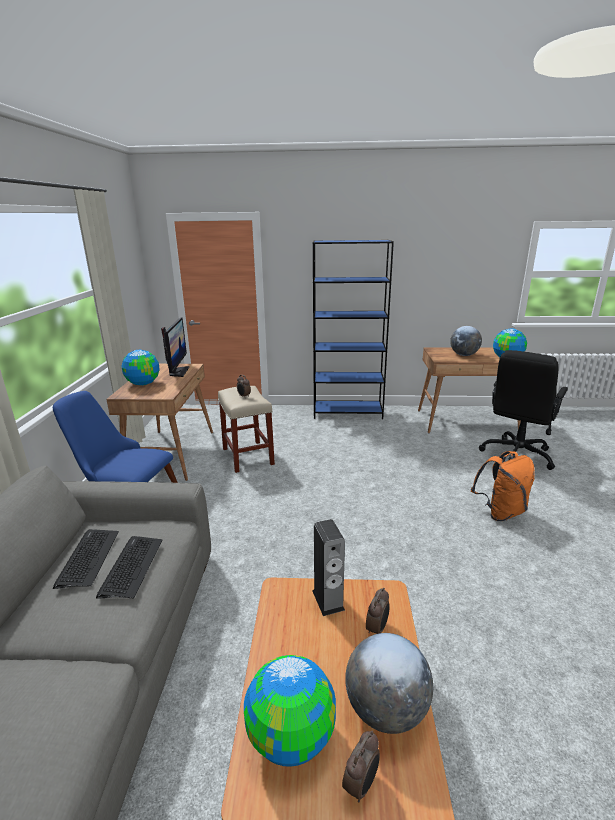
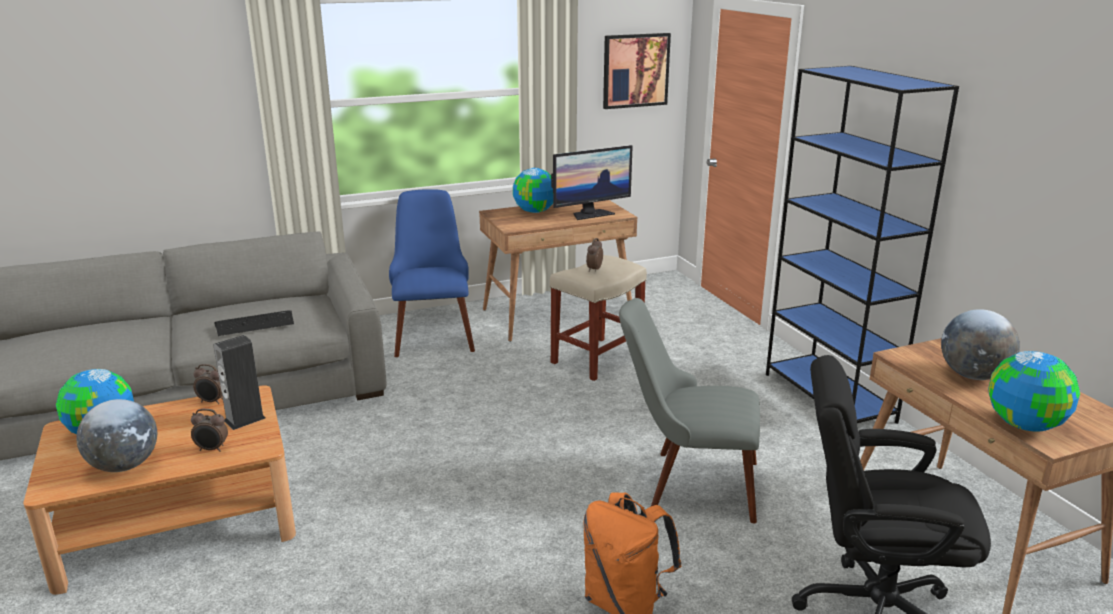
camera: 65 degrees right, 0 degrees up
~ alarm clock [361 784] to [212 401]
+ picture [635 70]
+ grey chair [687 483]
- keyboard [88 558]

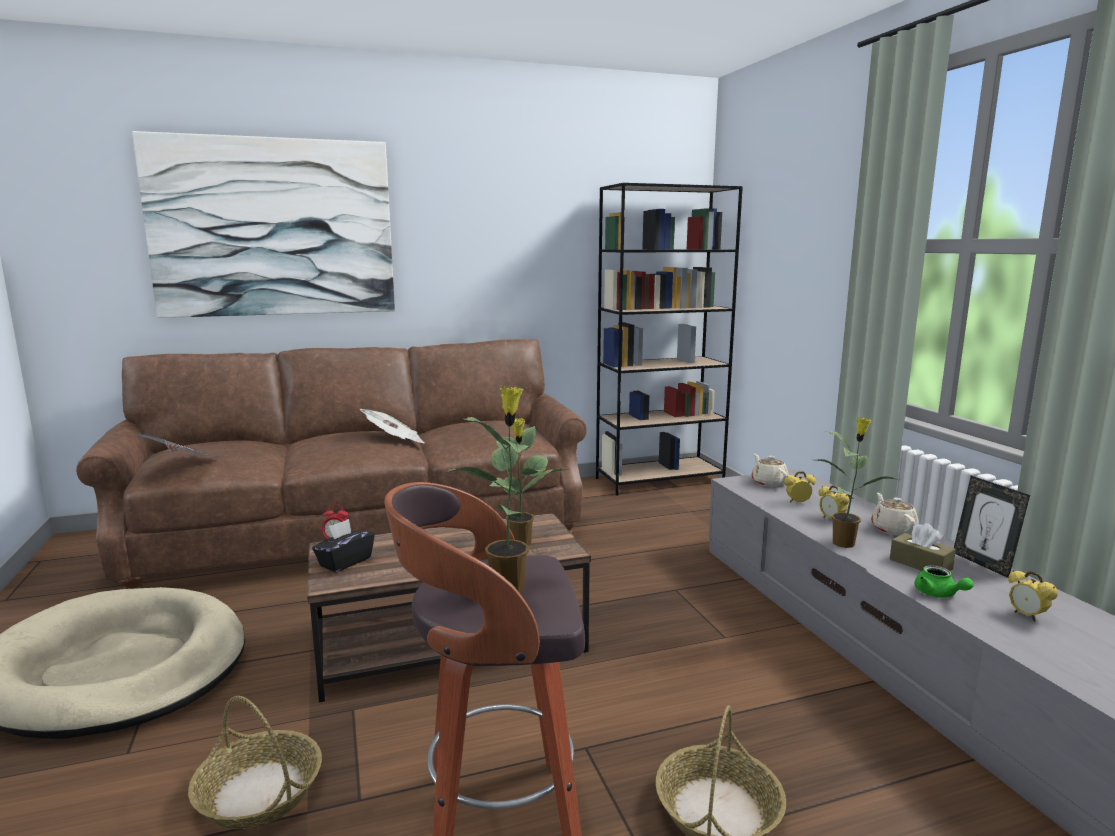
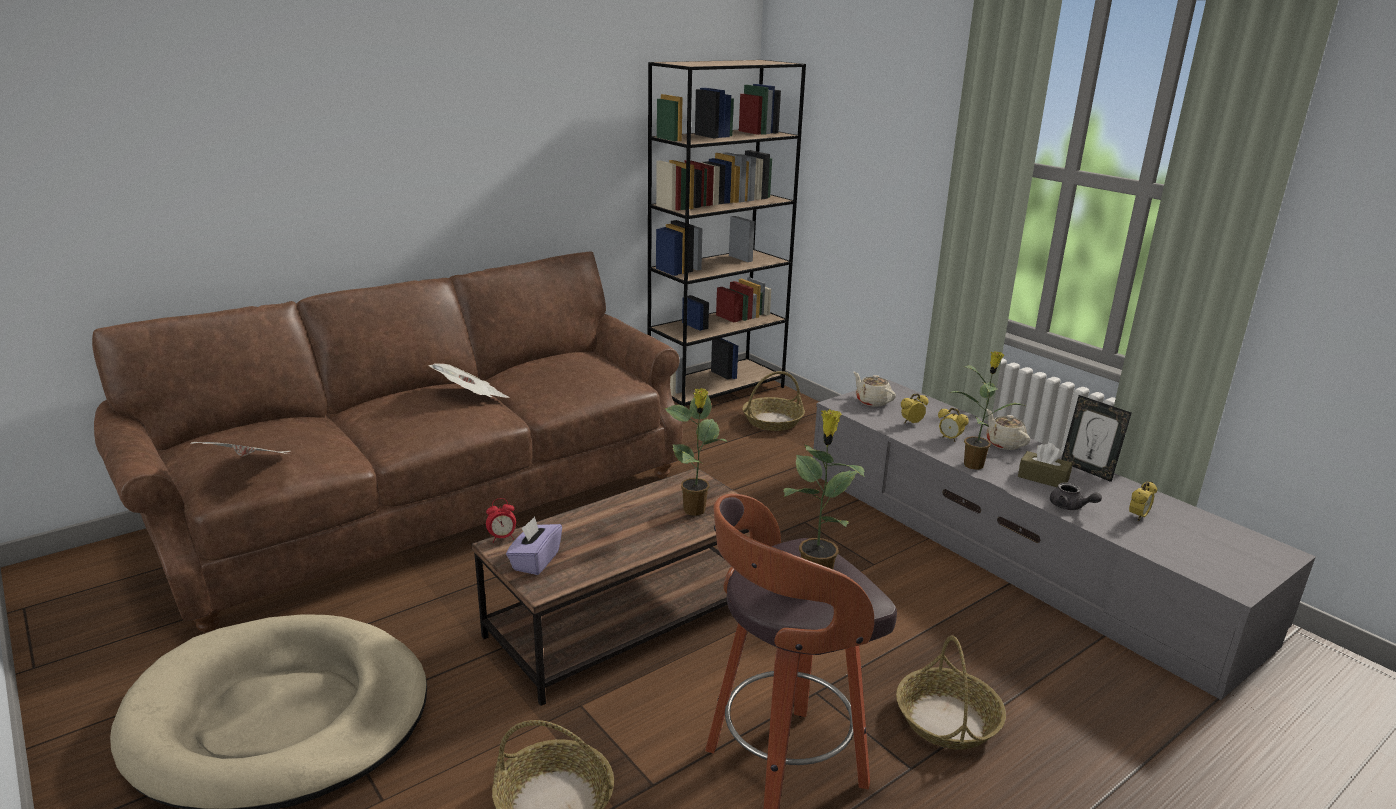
camera: 20 degrees left, 10 degrees up
~ black tissue box [345 562] to purple tissue box [535 561]
+ basket [773 421]
~ green teapot [939 594] to grey teapot [1070 507]
~ alarm clock [1026 616] = [1138 517] 90 degrees counterclockwise
- picture [274 228]

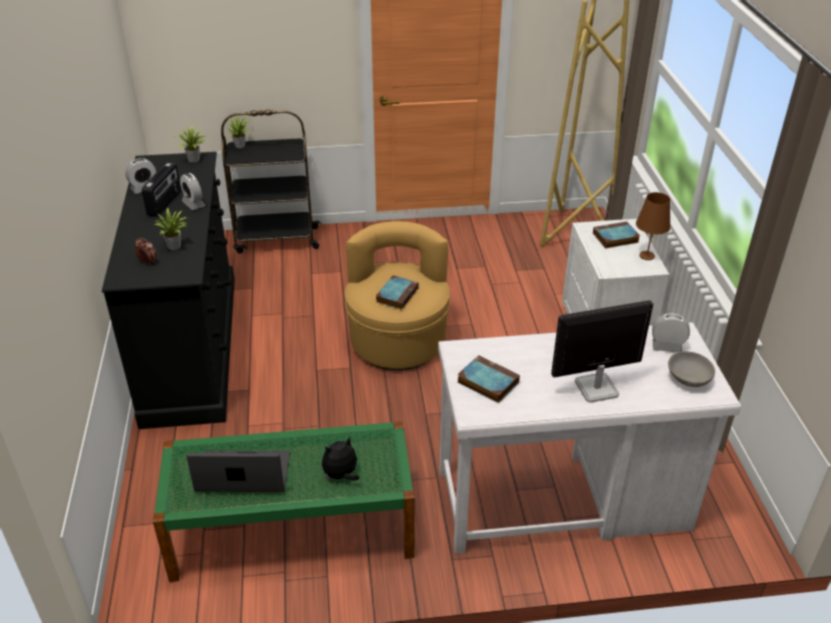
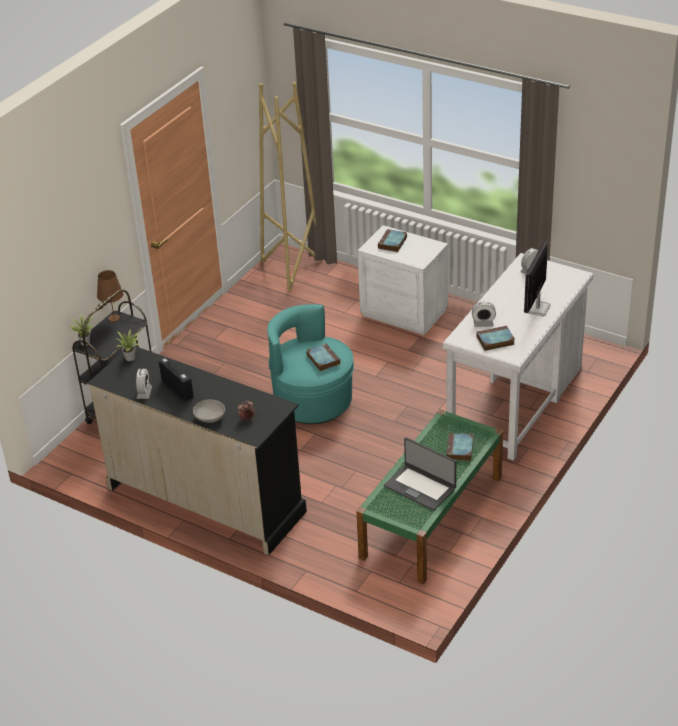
camera: 50 degrees left, 0 degrees up
~ brown table lamp [646 256] to [114 318]
~ grey bowl [689 378] to [210 418]
~ beige armchair [398 342] to turquoise armchair [313 401]
~ laptop [243 474] = [420 487] 90 degrees counterclockwise
~ plush toy [341 475] to book [460 450]
~ alarm clock [193 204] to [483 324]
- potted plant [176 246]

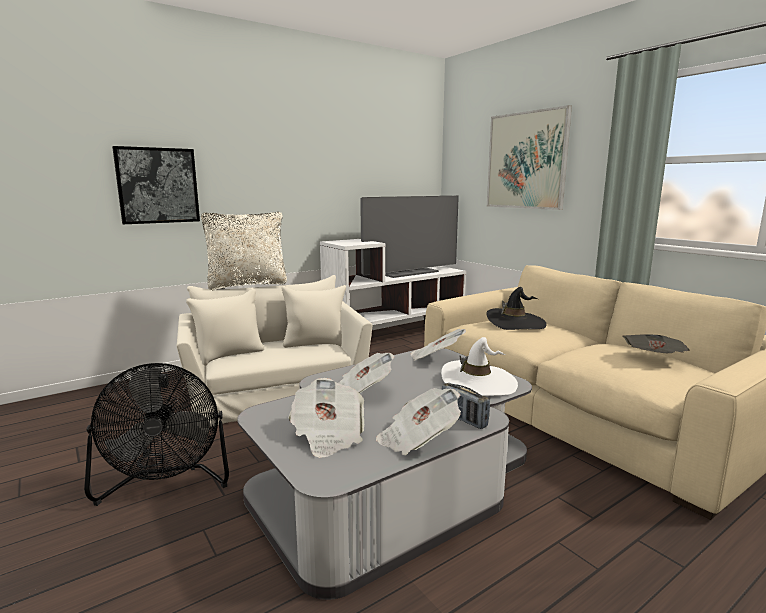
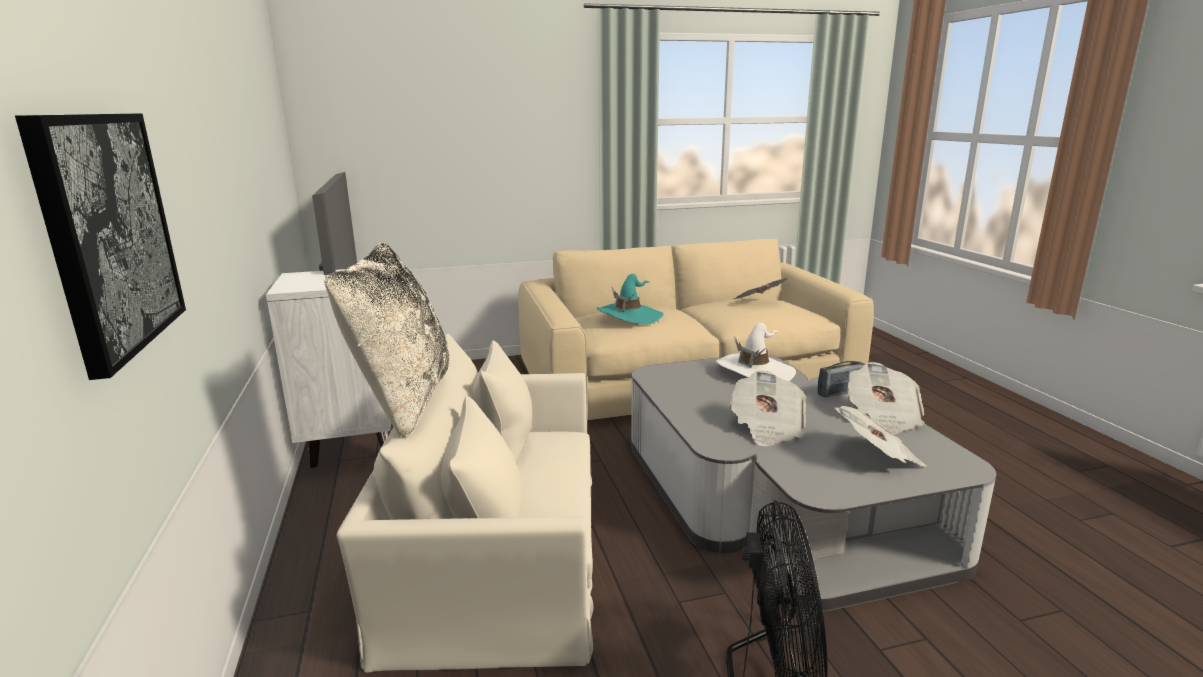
camera: 70 degrees left, 5 degrees up
~ black hat [515 323] to turquoise hat [630 316]
- newspaper [435 358]
- picture [526 161]

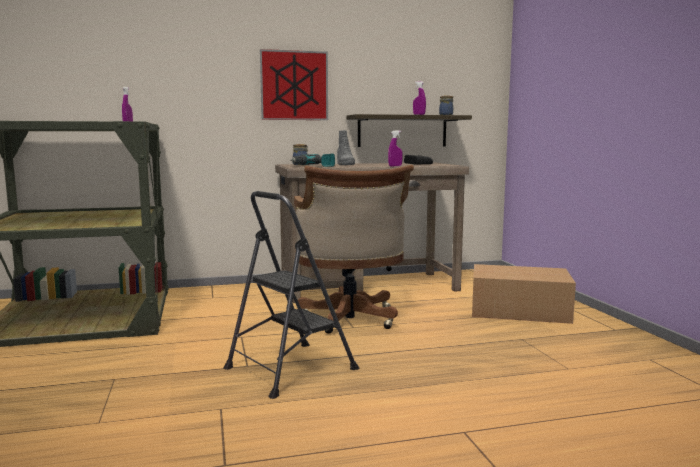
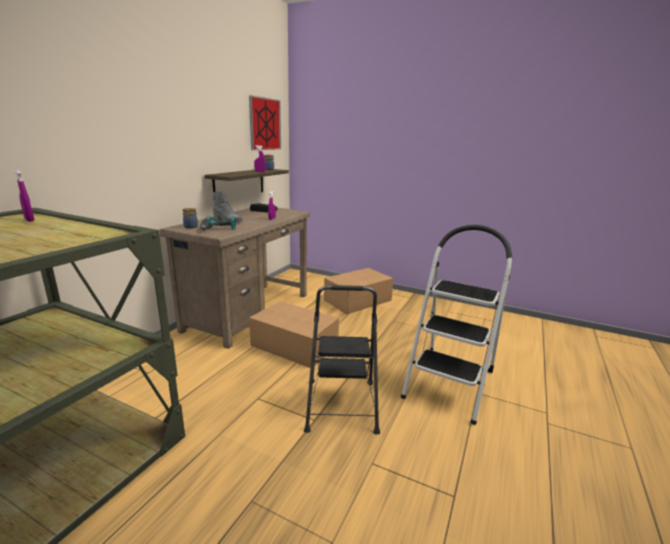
camera: 50 degrees left, 10 degrees up
~ picture [294 85] to [265 124]
~ office chair [351 320] to cardboard box [295 346]
+ step ladder [451 383]

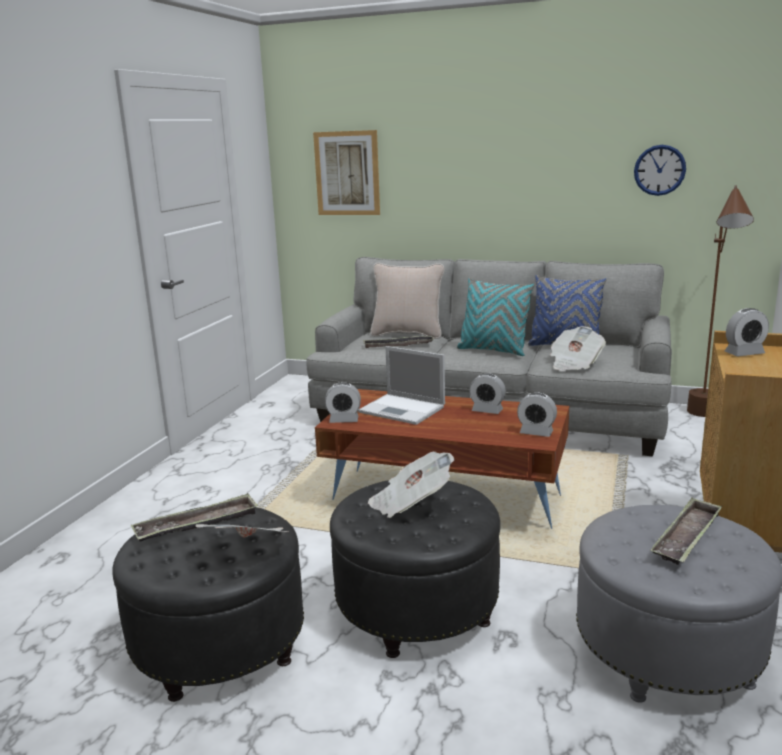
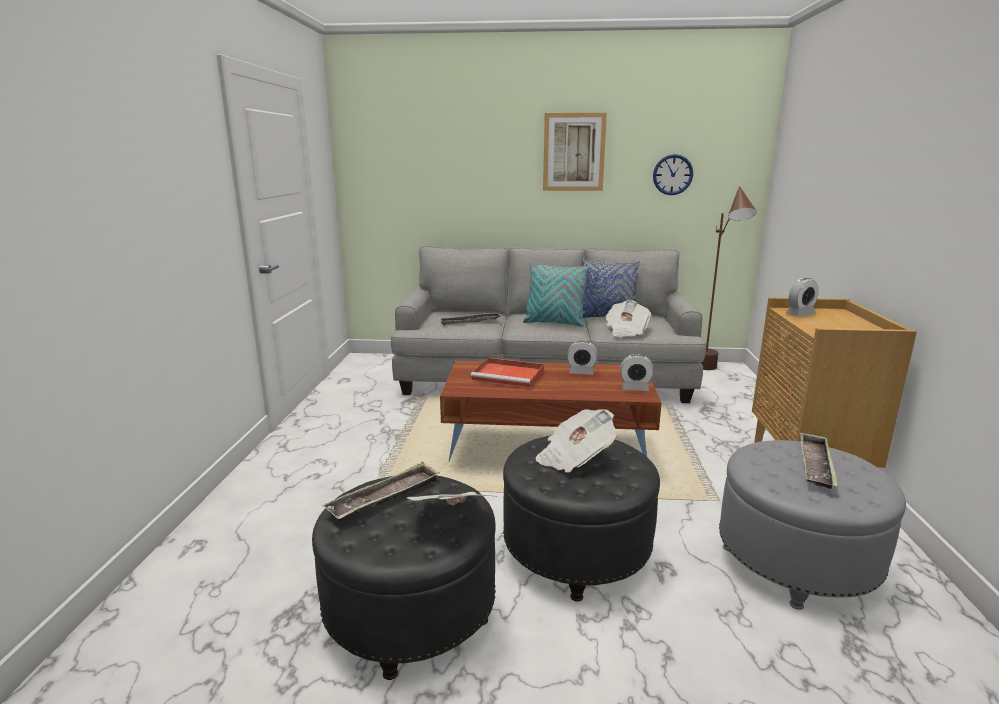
camera: 15 degrees left, 0 degrees up
~ laptop [403 410] to red tray [509 376]
~ picture [347 173] to [574 152]
- alarm clock [344 420]
- beige pillow [407 334]

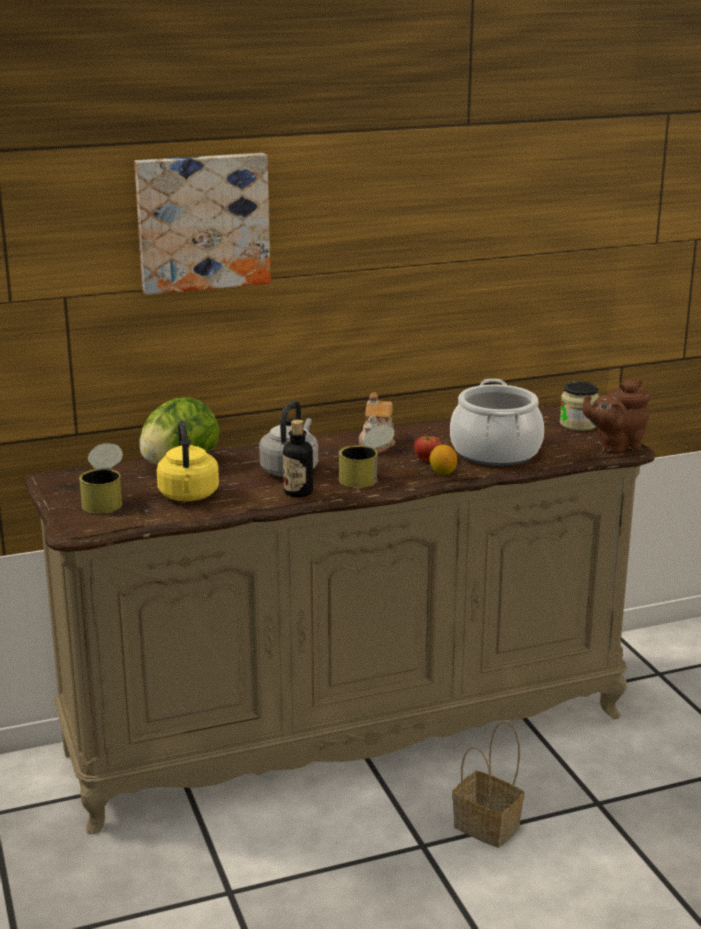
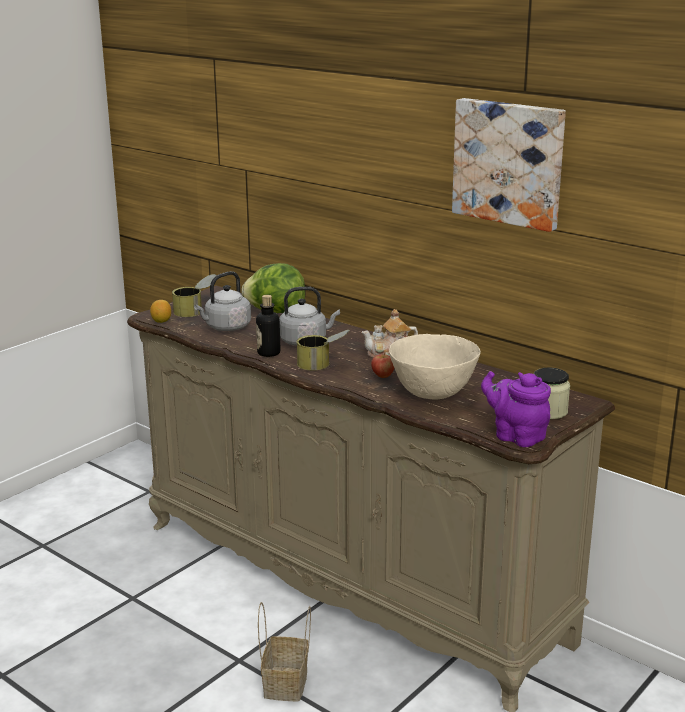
camera: 60 degrees right, 0 degrees up
~ lemon [442 473] to [161 321]
~ yellow kettle [189 496] to grey kettle [226 327]
~ cooking pot [495 452] to beige bowl [432 394]
~ picture [202 221] to [509 162]
~ brown teapot [615 447] to purple teapot [516 436]

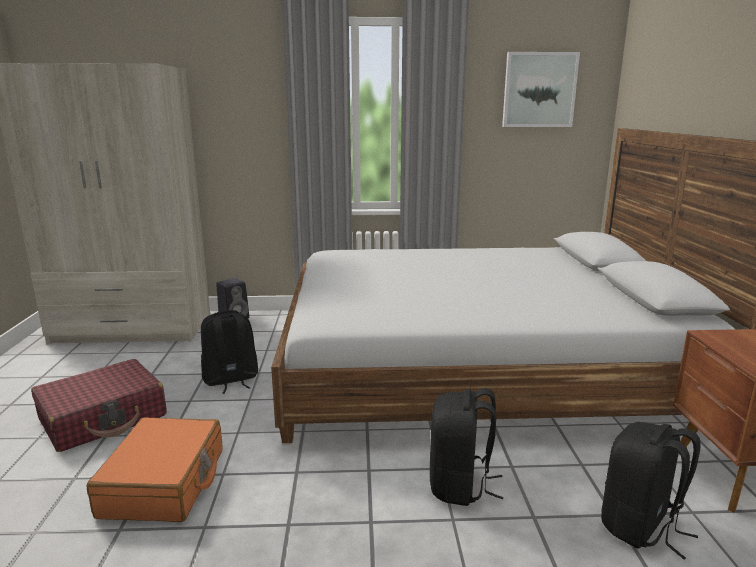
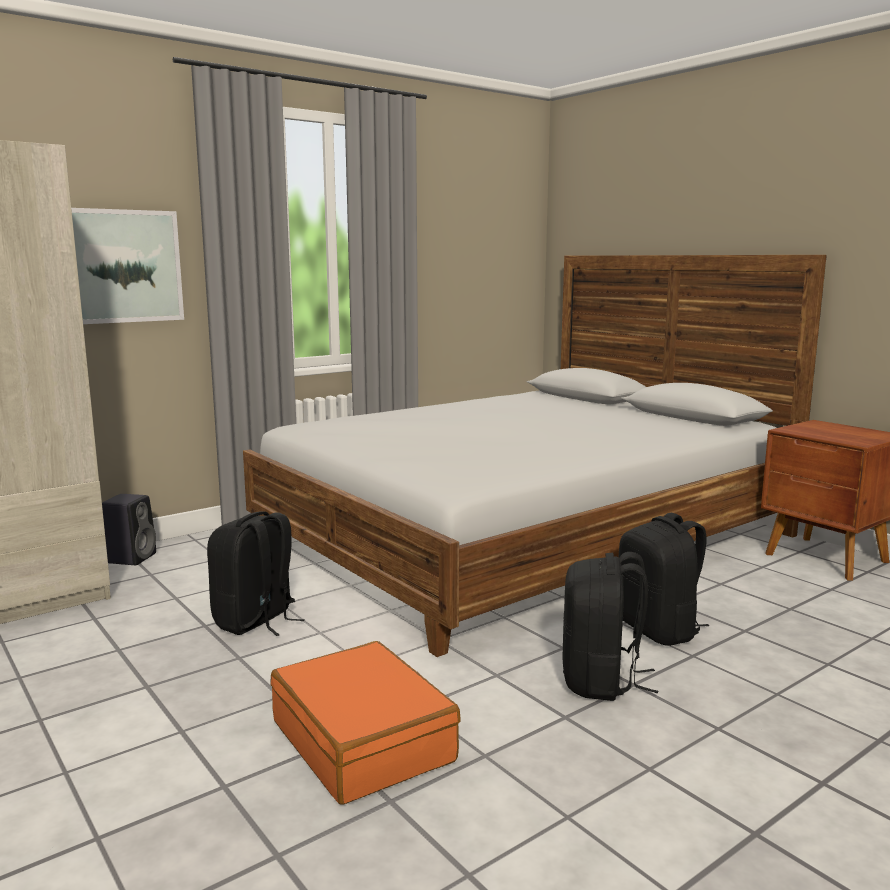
camera: 35 degrees left, 5 degrees down
~ picture [539 90] to [123 266]
~ black backpack [641 527] to [601 681]
- red suitcase [104 418]

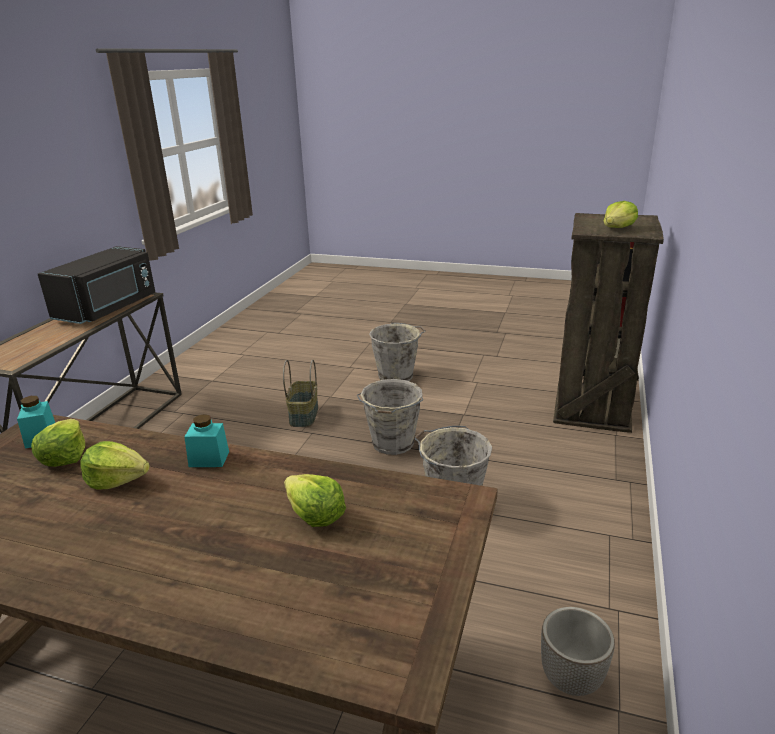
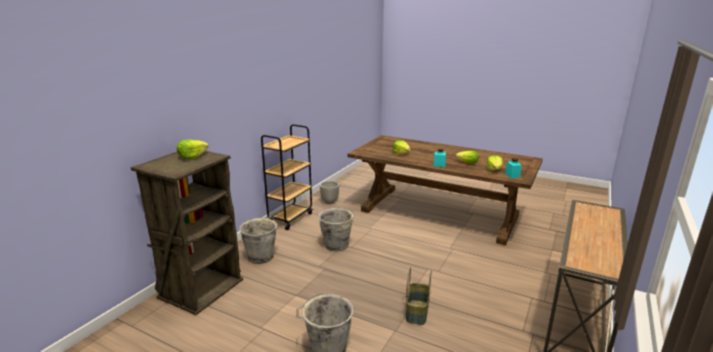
camera: 170 degrees left, 5 degrees down
~ grey bucket [392 444] to [261 256]
+ brown cart [290 219]
- black microwave [109 308]

